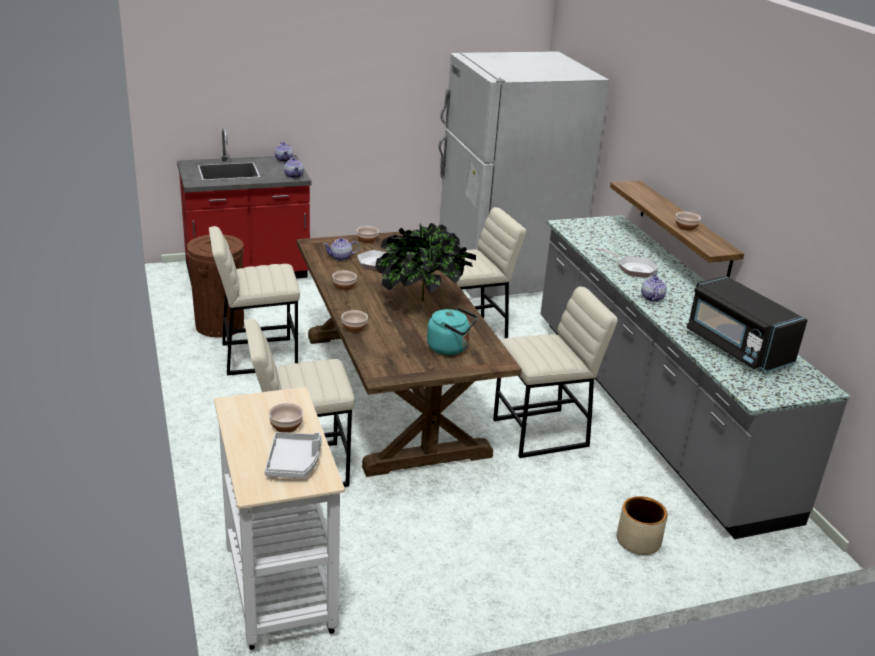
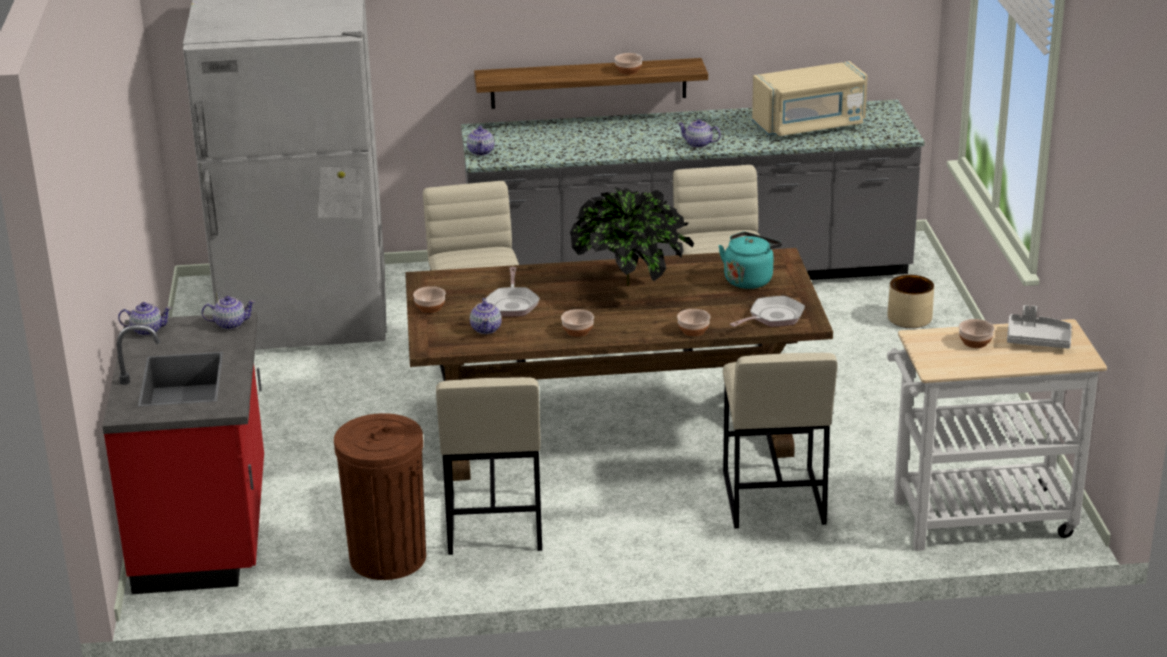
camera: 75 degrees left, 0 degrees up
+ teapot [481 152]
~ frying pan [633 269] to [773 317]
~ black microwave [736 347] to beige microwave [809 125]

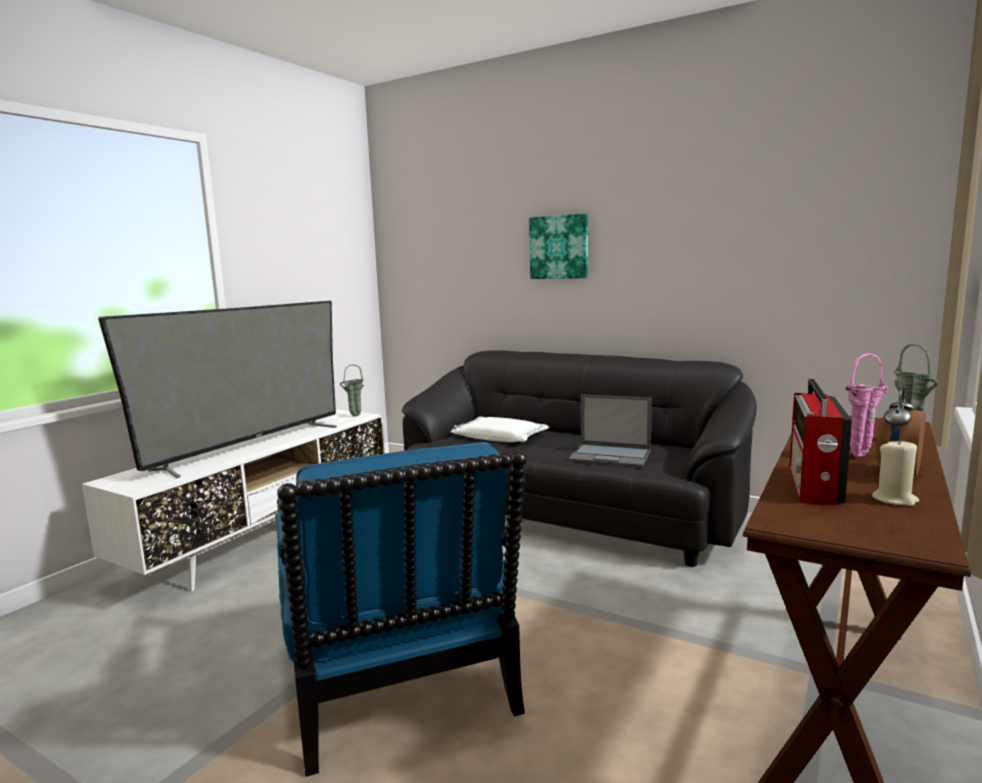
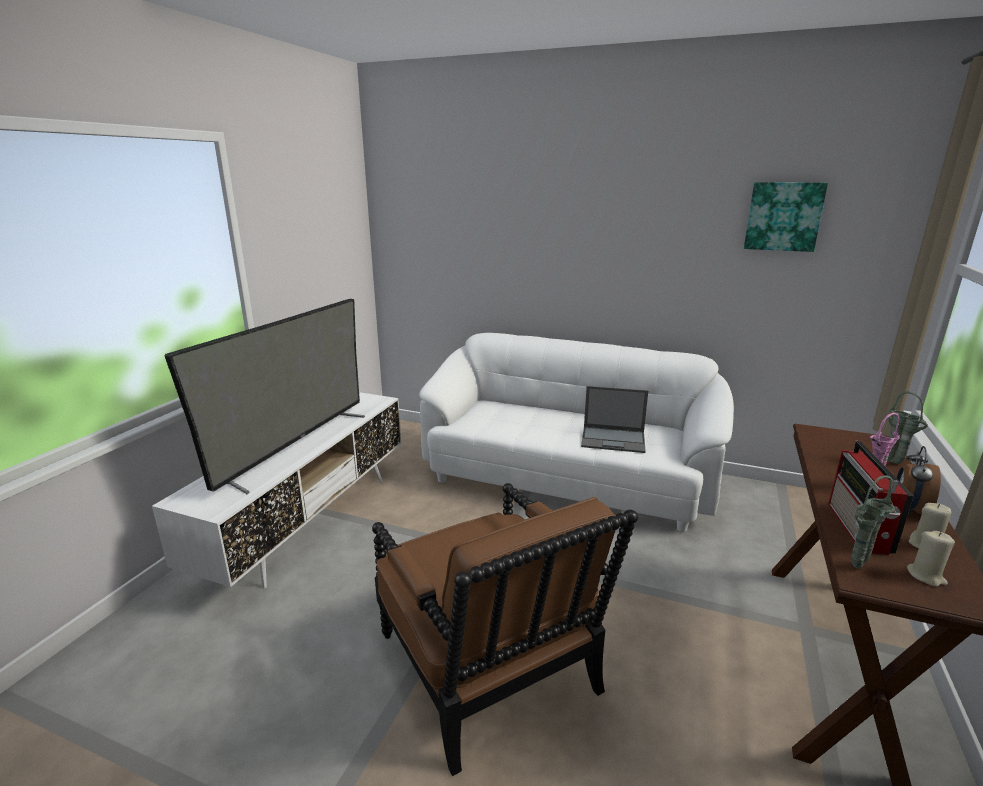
camera: 10 degrees left, 10 degrees up
~ blue armchair [397 680] to brown armchair [489 669]
~ black sofa [568 512] to white sofa [566 478]
~ picture [559 247] to [783 216]
~ green vase [354 416] to [856 567]
+ beige candle [926 576]
- white pillow [500 436]

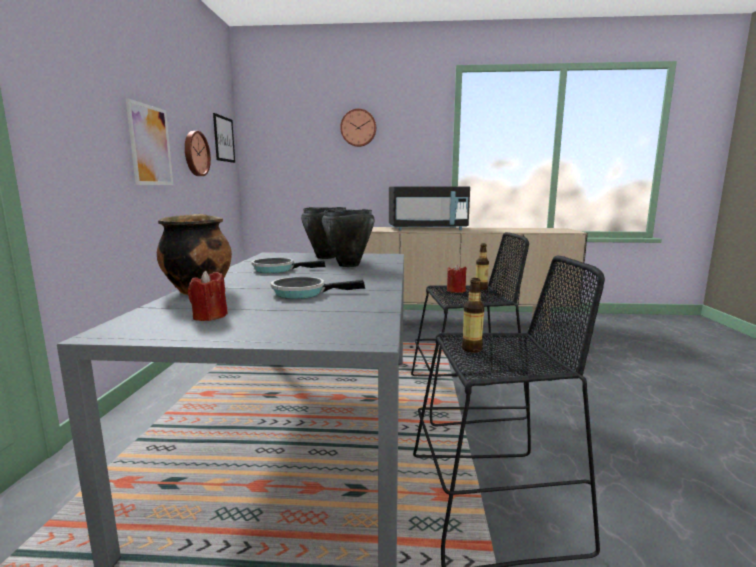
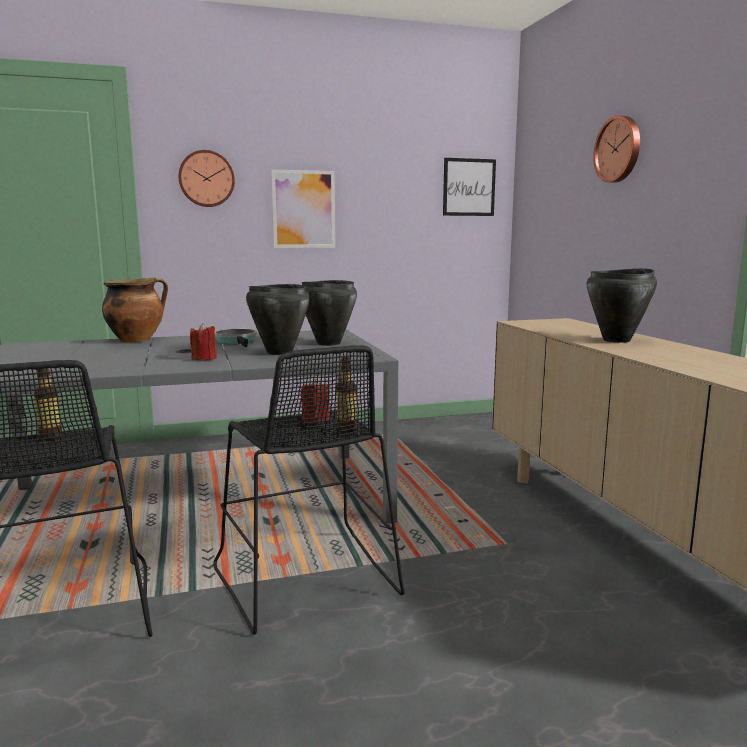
camera: 70 degrees right, 0 degrees up
~ wall clock [195 153] to [206 179]
~ red candle [209 316] to [204 358]
~ black microwave [427 229] to black cooking pot [617 340]
- frying pan [303 293]

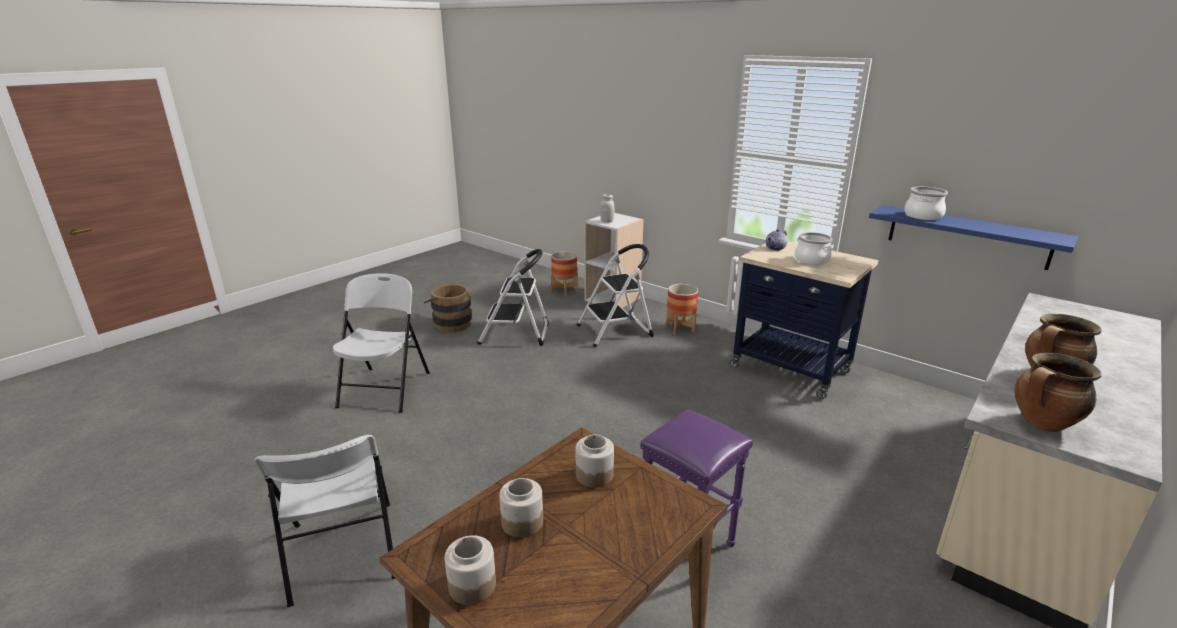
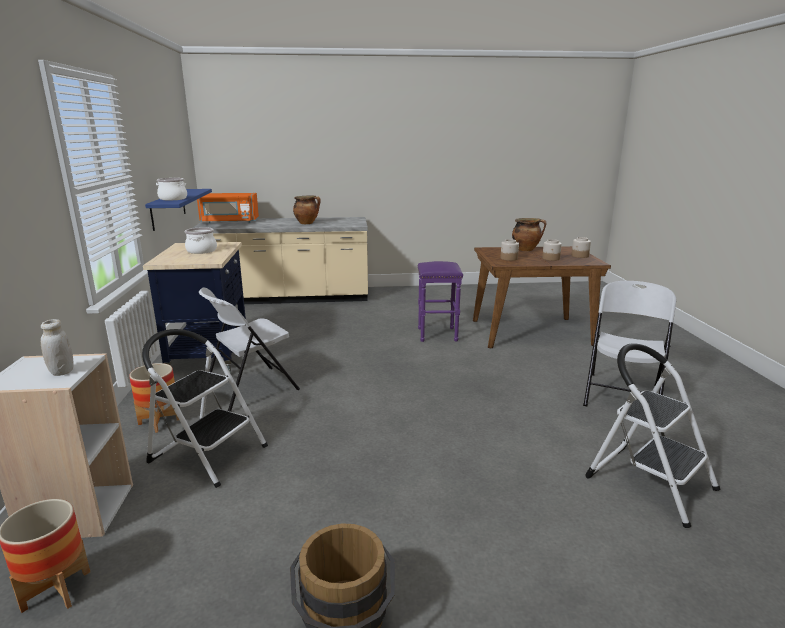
camera: 135 degrees left, 5 degrees down
+ orange microwave [229 221]
~ white chair [385 390] to [251 388]
~ cooking pot [1042 424] to [526 250]
~ step ladder [516 334] to [646 481]
- teapot [775 248]

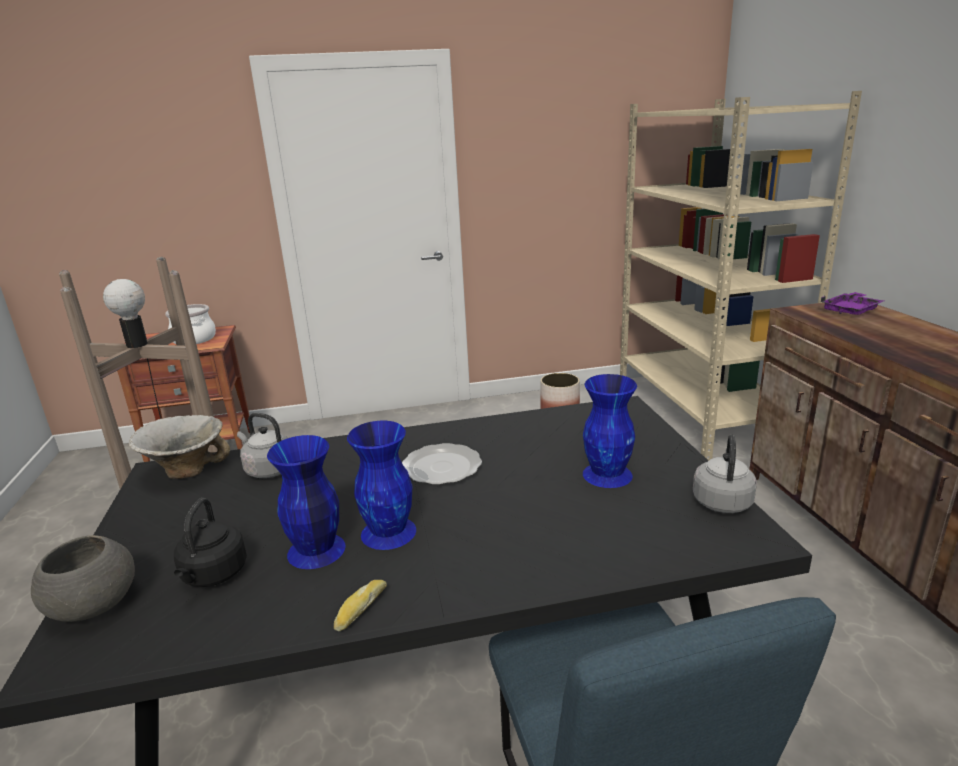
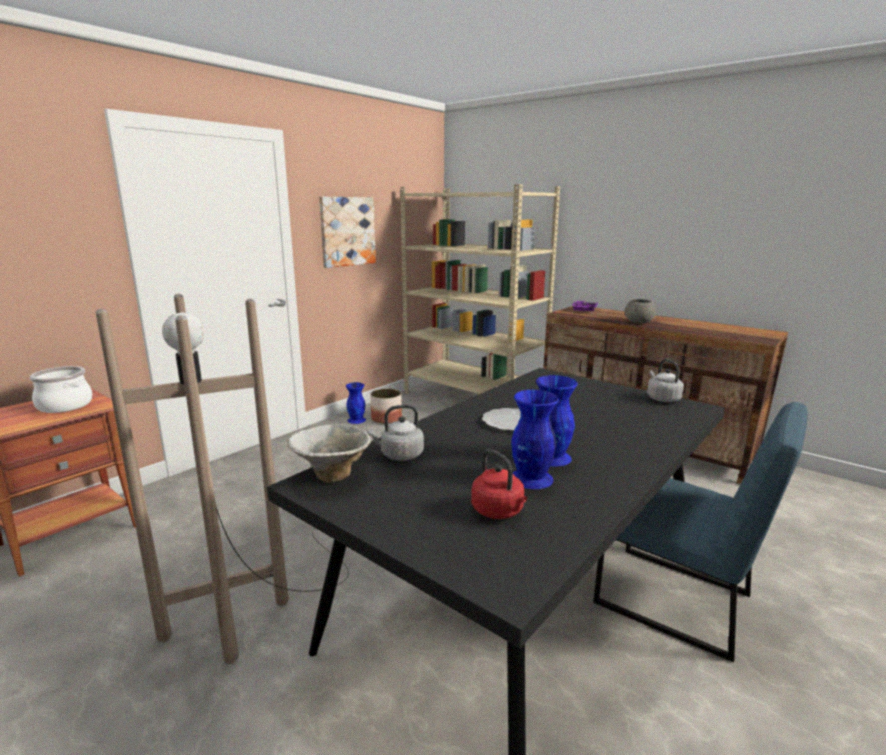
camera: 40 degrees left, 5 degrees down
+ picture [347 231]
~ blue vase [608 474] to [357 420]
~ black kettle [213 575] to red kettle [499 512]
~ grey bowl [92 605] to [639 322]
- bread [360 609]

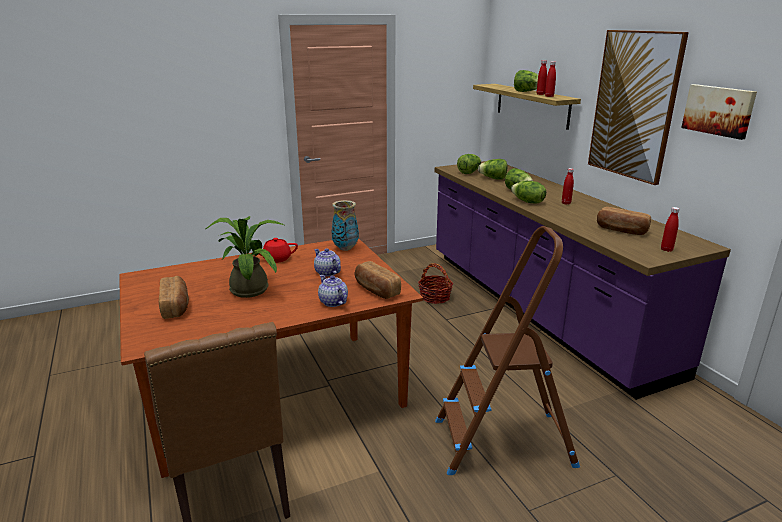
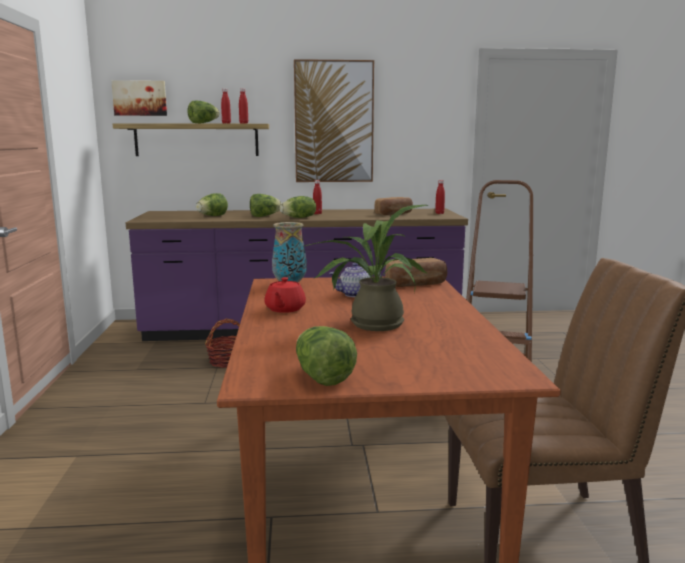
camera: 70 degrees left, 10 degrees down
~ picture [719 110] to [140 98]
~ lettuce [469 172] to [322 377]
- bread [175 306]
- teapot [332 302]

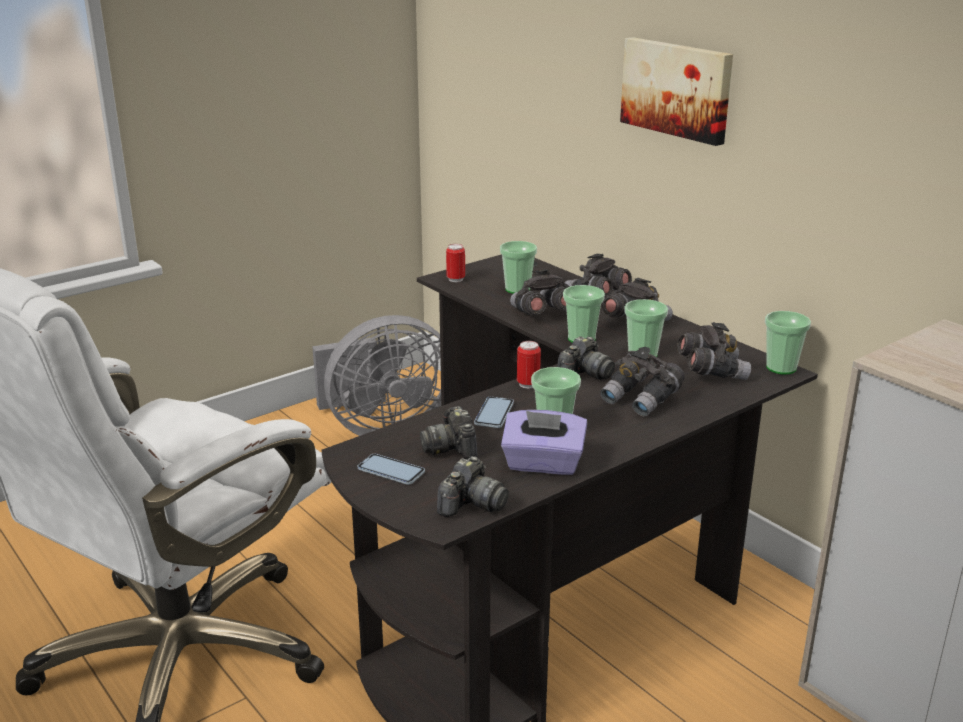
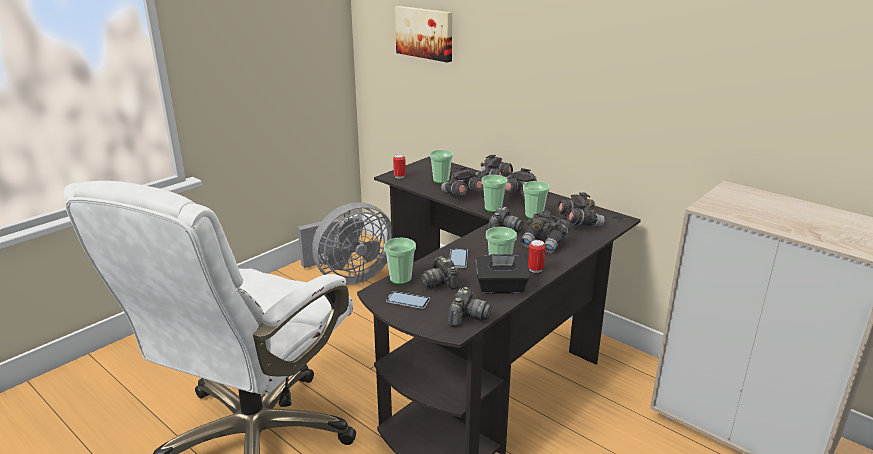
camera: 10 degrees left, 0 degrees up
~ cup [781 368] to [400 279]
~ picture [677 89] to [425 33]
~ purple tissue box [543 464] to black tissue box [501 288]
~ can [528 384] to [535 269]

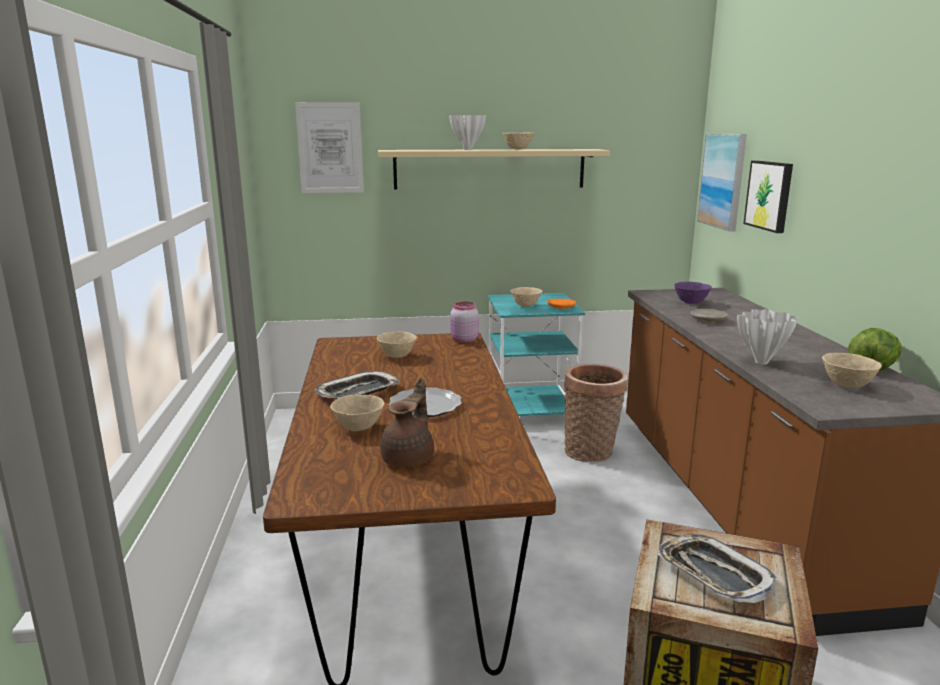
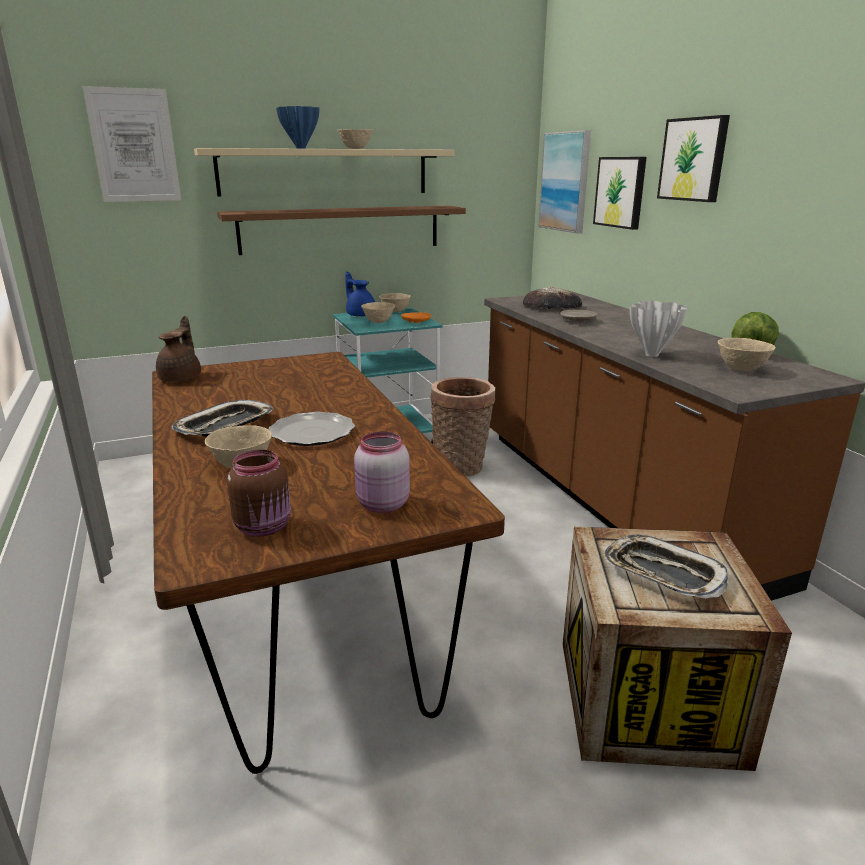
camera: 15 degrees left, 5 degrees up
~ brown teapot [409 458] to [182 378]
+ brown shelf [341 229]
+ brown jar [265 527]
~ white vase [468 149] to blue vase [301 148]
+ blue teapot [360 314]
~ pink jar [463 340] to [381 505]
~ beige bowl [397 356] to [395 311]
~ purple bowl [691 303] to bread [551 306]
+ picture [694 159]

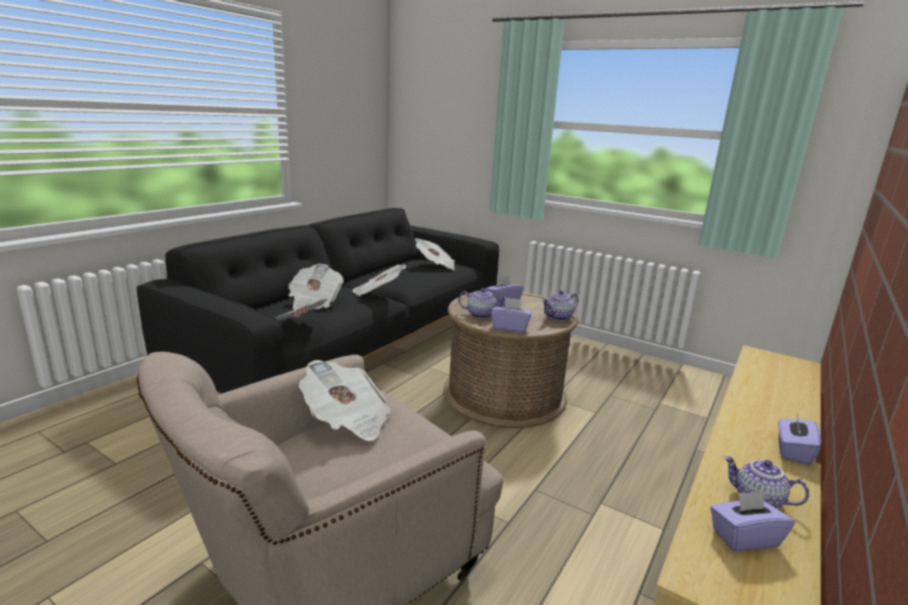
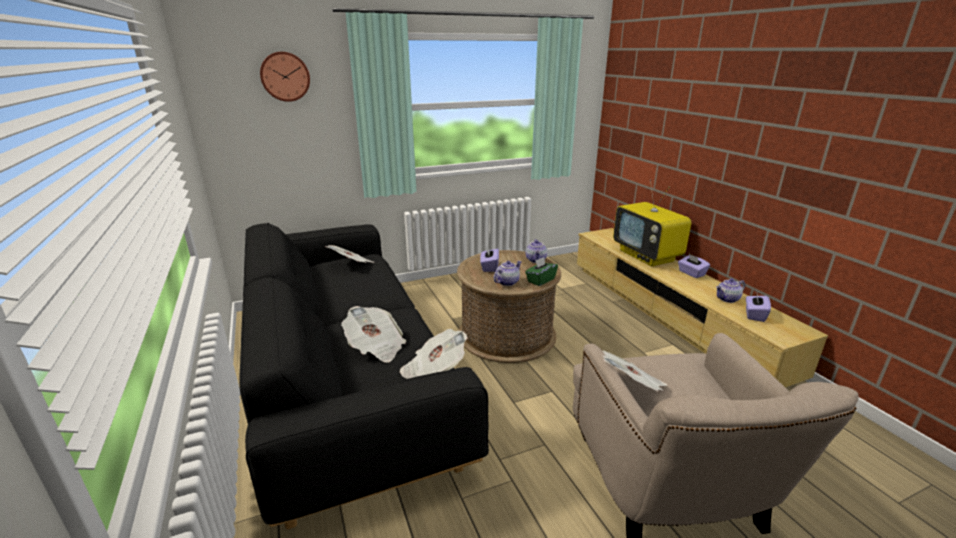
camera: 55 degrees left, 5 degrees up
+ wall clock [285 76]
~ purple tissue box [510 327] to green tissue box [540 280]
+ television [647 256]
- newspaper [377 293]

